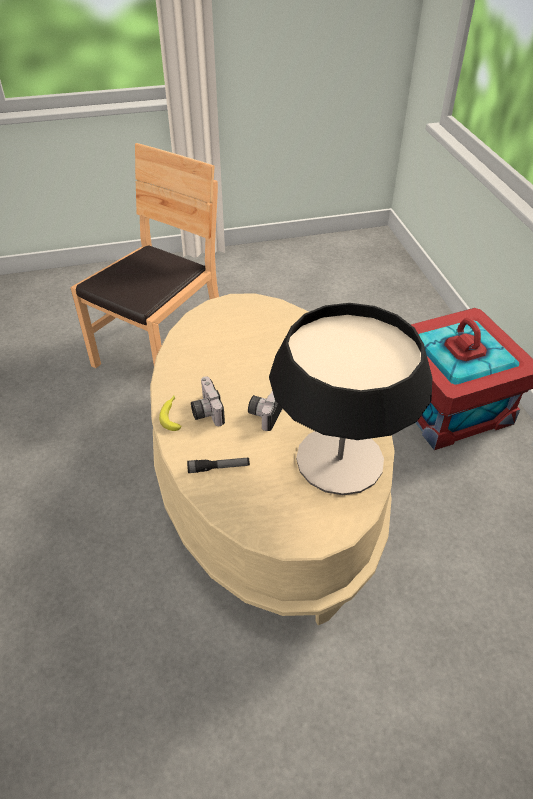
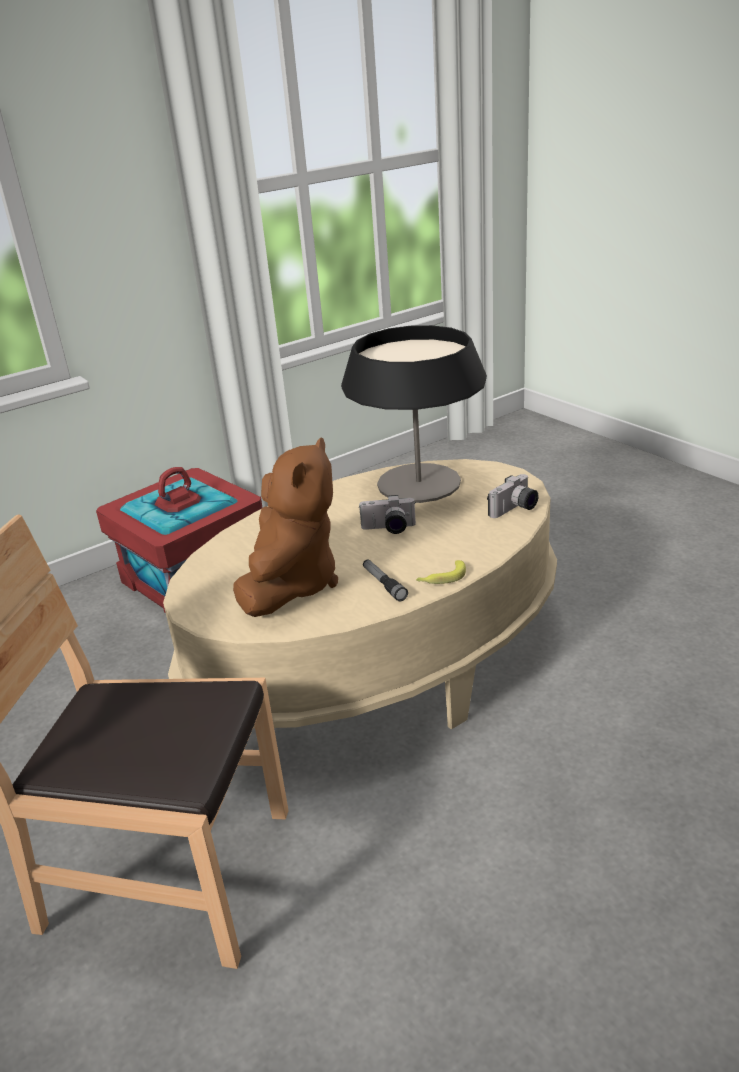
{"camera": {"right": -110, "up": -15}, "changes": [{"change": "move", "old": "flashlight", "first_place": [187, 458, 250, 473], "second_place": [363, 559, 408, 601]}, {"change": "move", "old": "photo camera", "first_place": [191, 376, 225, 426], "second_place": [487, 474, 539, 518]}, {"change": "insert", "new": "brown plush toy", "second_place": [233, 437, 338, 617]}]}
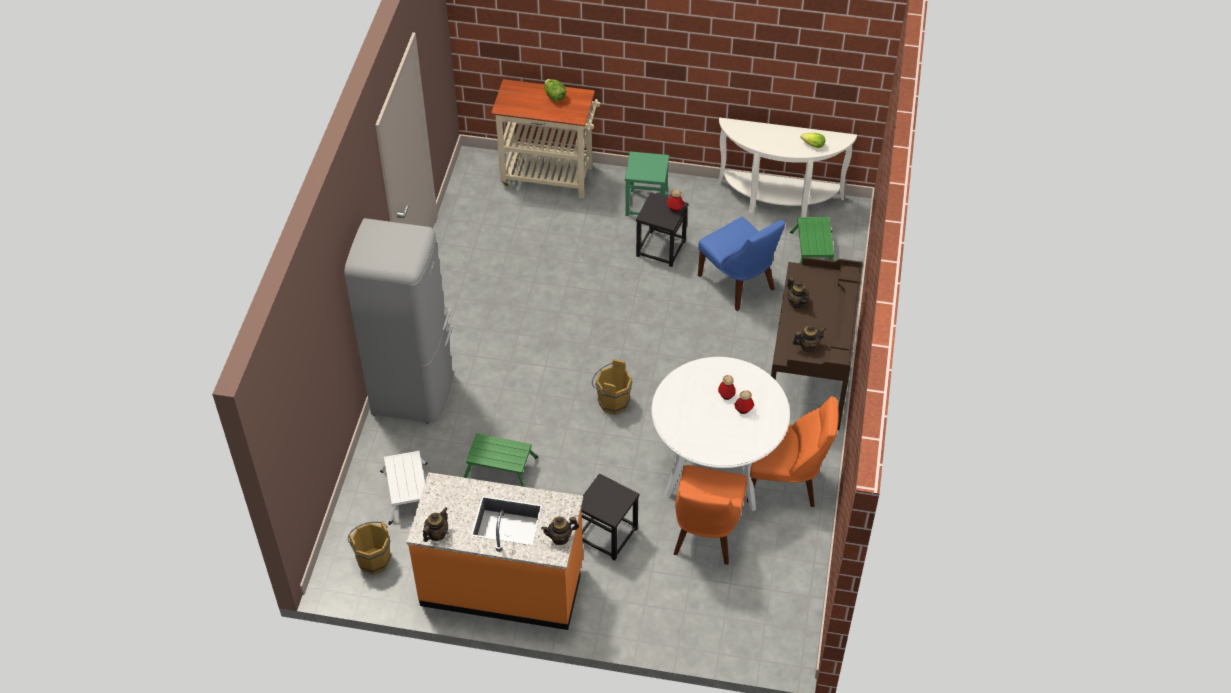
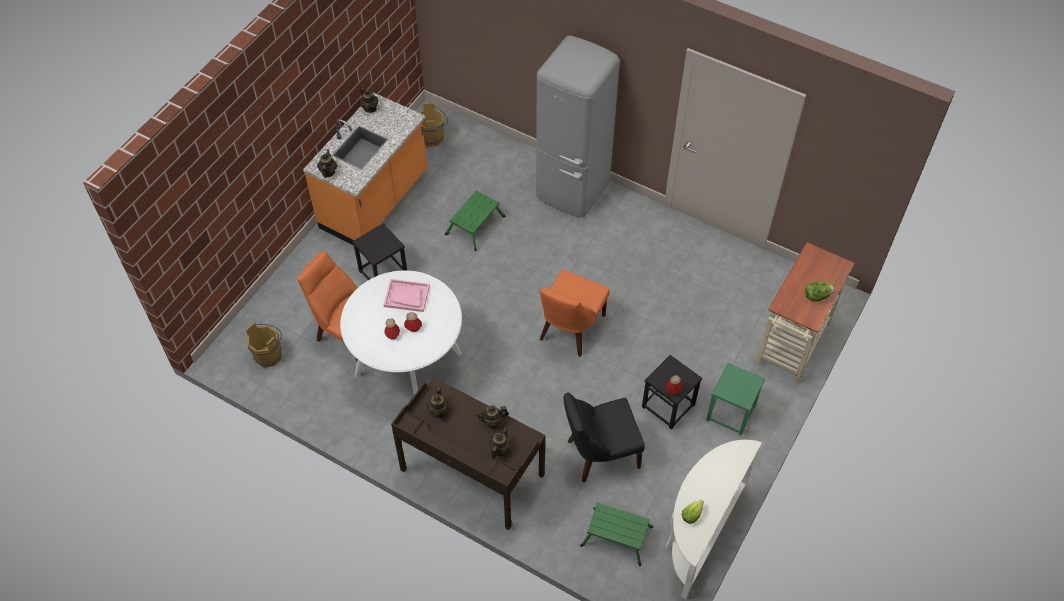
{"camera": {"right": 110, "up": 5}, "changes": [{"change": "delete", "old": "white step ladder", "first_place": [380, 451, 428, 525]}, {"change": "move", "old": "brown bucket", "first_place": [592, 359, 633, 415], "second_place": [246, 322, 282, 368]}, {"change": "recolor", "old": "blue chair", "new": "black chair", "first_place": [698, 217, 785, 311], "second_place": [563, 392, 645, 482]}, {"change": "move", "old": "orange chair", "first_place": [747, 396, 839, 507], "second_place": [540, 270, 609, 357]}, {"change": "insert", "new": "pink tray", "second_place": [383, 279, 430, 312]}, {"change": "insert", "new": "teapot", "second_place": [489, 426, 511, 459]}]}
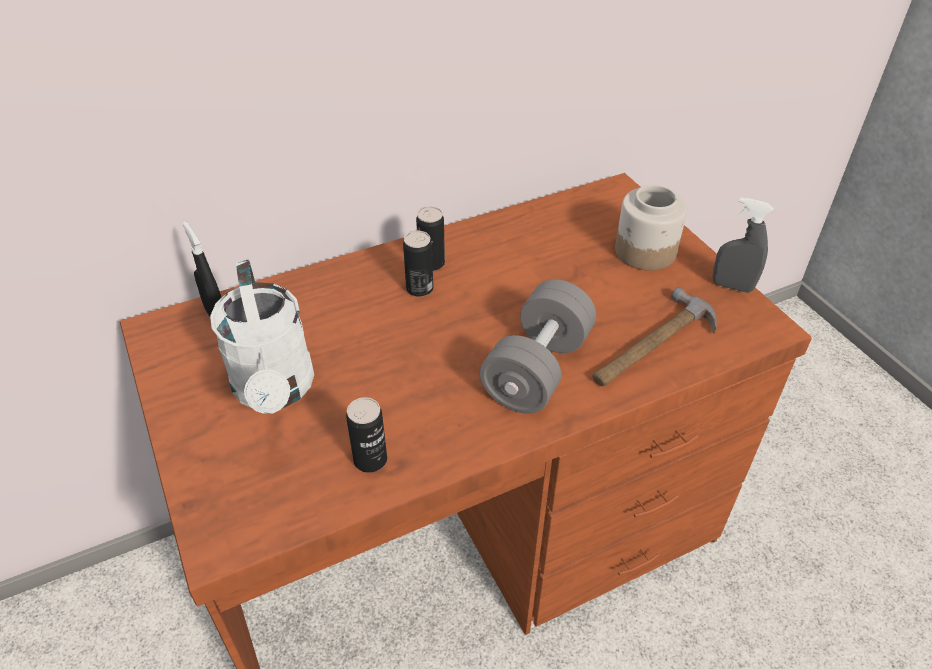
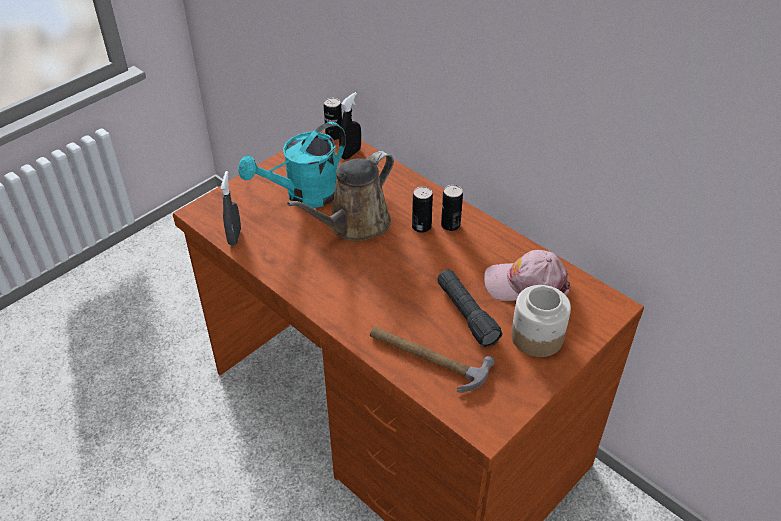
{"camera": {"right": 70, "up": 0}, "changes": [{"change": "recolor", "old": "white watering can", "new": "turquoise watering can", "first_place": [210, 259, 314, 414], "second_place": [238, 122, 346, 208]}, {"change": "move", "old": "can", "first_place": [346, 397, 387, 473], "second_place": [324, 98, 342, 140]}, {"change": "delete", "old": "grey dumbbell", "first_place": [480, 280, 596, 414]}, {"change": "move", "old": "grey spray bottle", "first_place": [712, 197, 773, 293], "second_place": [221, 171, 241, 246]}, {"change": "insert", "new": "brown watering can", "second_place": [287, 151, 394, 241]}, {"change": "insert", "new": "black flashlight", "second_place": [437, 270, 502, 347]}, {"change": "insert", "new": "pink cap", "second_place": [484, 250, 570, 301]}]}
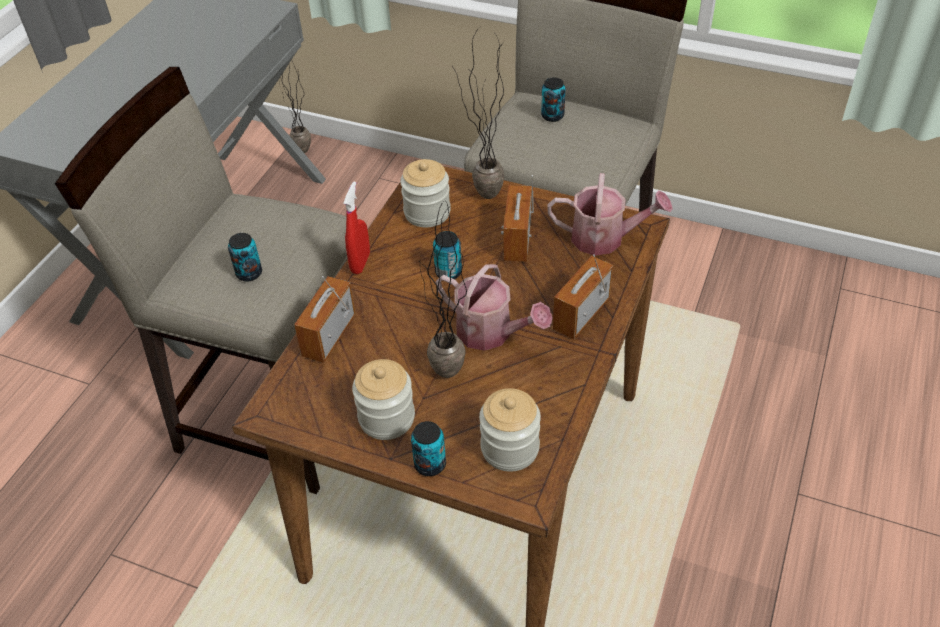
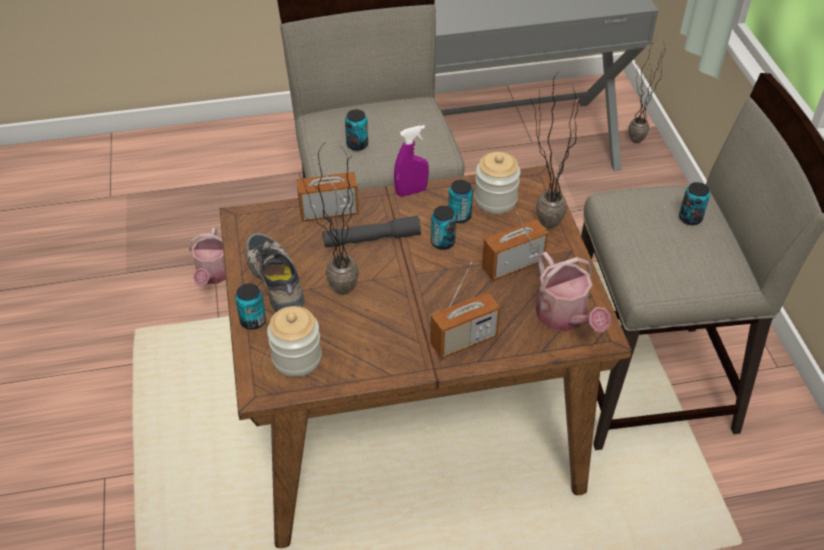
{"camera": {"right": 55, "up": 0}, "changes": [{"change": "recolor", "old": "red spray bottle", "new": "purple spray bottle", "first_place": [343, 181, 370, 274], "second_place": [394, 125, 429, 197]}, {"change": "replace", "old": "jar", "new": "shoe", "first_place": [352, 359, 415, 440], "second_place": [245, 233, 304, 312]}, {"change": "move", "old": "watering can", "first_place": [436, 264, 553, 351], "second_place": [189, 228, 226, 286]}, {"change": "rotate", "old": "radio", "first_place": [553, 254, 613, 339], "second_place": [430, 262, 500, 359], "degrees": 150}, {"change": "insert", "new": "grey flashlight", "second_place": [322, 215, 421, 248]}, {"change": "insert", "new": "can", "second_place": [448, 180, 473, 223]}]}
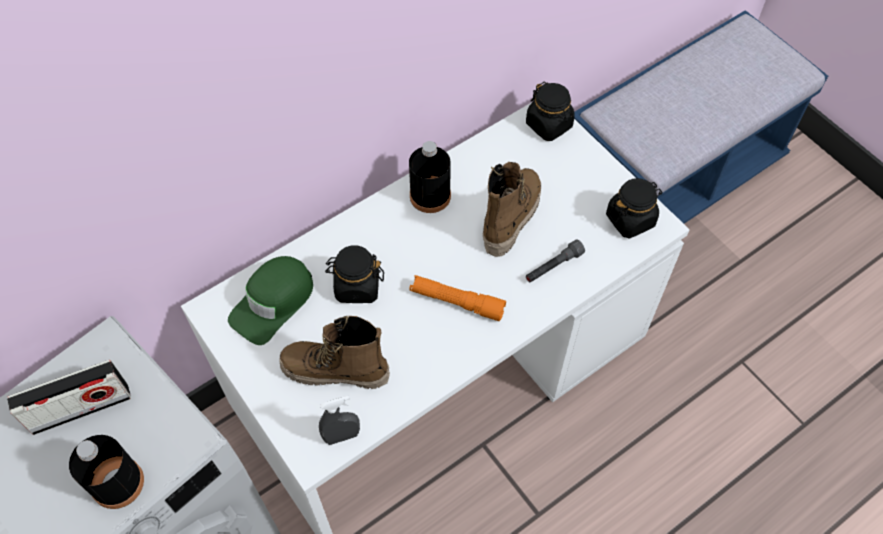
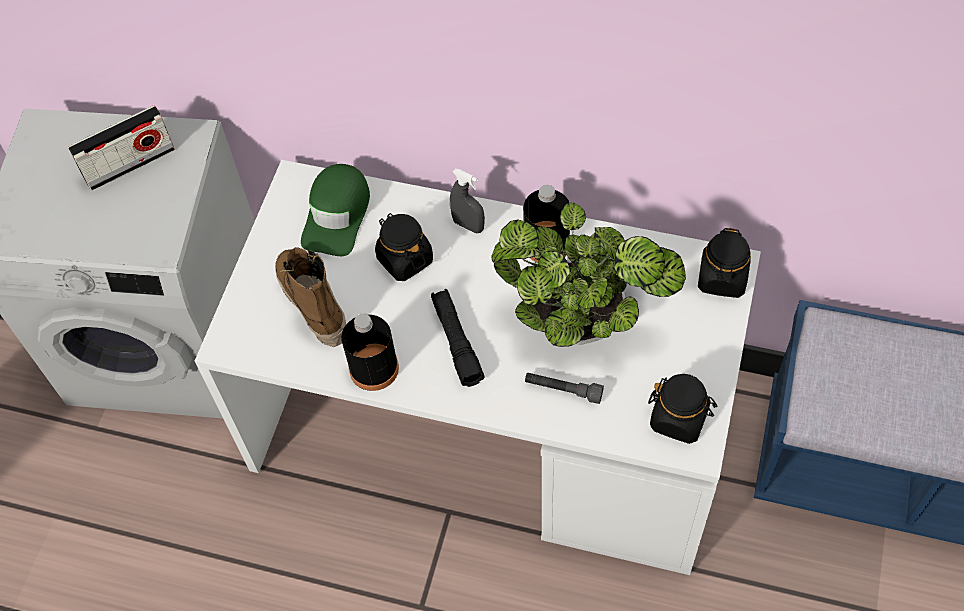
{"camera": {"right": 55, "up": 0}, "changes": [{"change": "rotate", "old": "radio", "first_place": [7, 360, 131, 435], "second_place": [68, 105, 175, 190], "degrees": -60}, {"change": "move", "old": "black bottle", "first_place": [69, 435, 144, 509], "second_place": [341, 313, 399, 391]}, {"change": "rotate", "old": "green cap", "first_place": [228, 256, 313, 345], "second_place": [301, 164, 370, 256], "degrees": -75}, {"change": "move", "old": "grey spray bottle", "first_place": [319, 396, 360, 445], "second_place": [450, 169, 485, 234]}, {"change": "recolor", "old": "orange flashlight", "new": "black flashlight", "first_place": [410, 275, 506, 321], "second_place": [431, 289, 485, 387]}, {"change": "replace", "old": "boot", "new": "potted plant", "first_place": [483, 162, 541, 257], "second_place": [491, 202, 686, 347]}]}
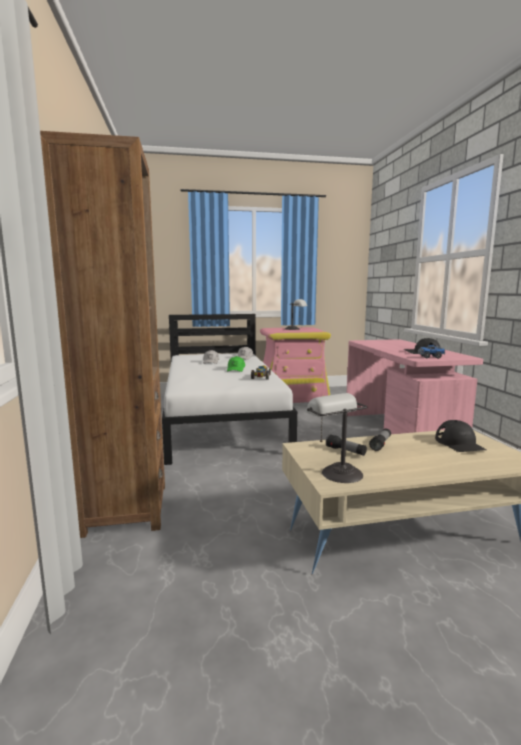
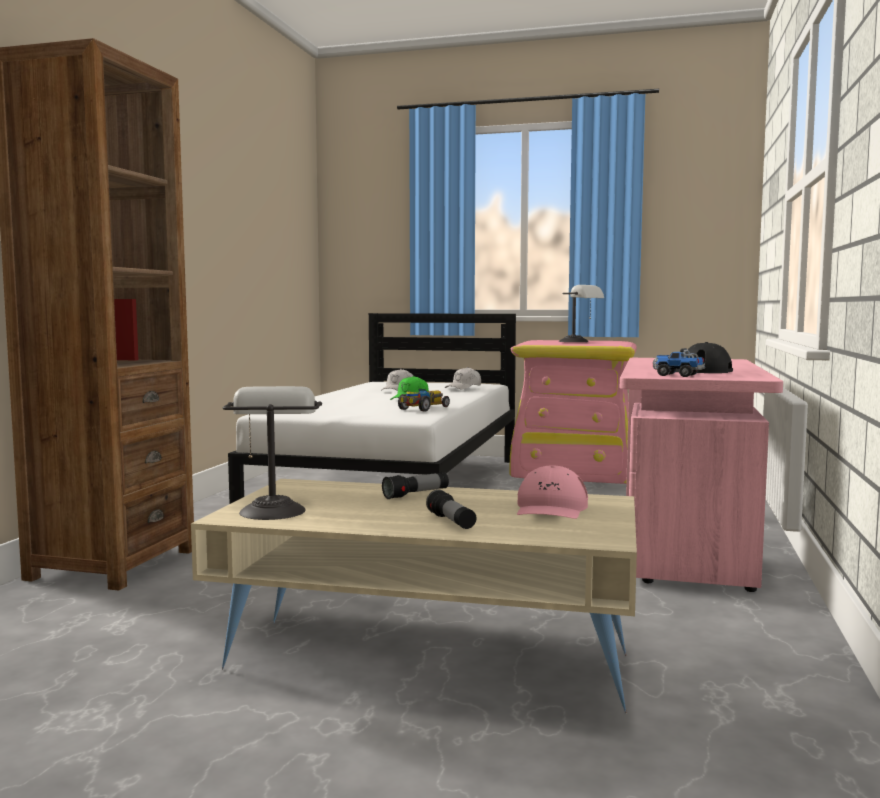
{"camera": {"right": 25, "up": -5}, "changes": [{"change": "move", "old": "flashlight", "first_place": [326, 434, 367, 456], "second_place": [426, 490, 476, 529]}, {"change": "recolor", "old": "black cap", "new": "pink cap", "first_place": [435, 420, 487, 452], "second_place": [517, 465, 588, 519]}]}
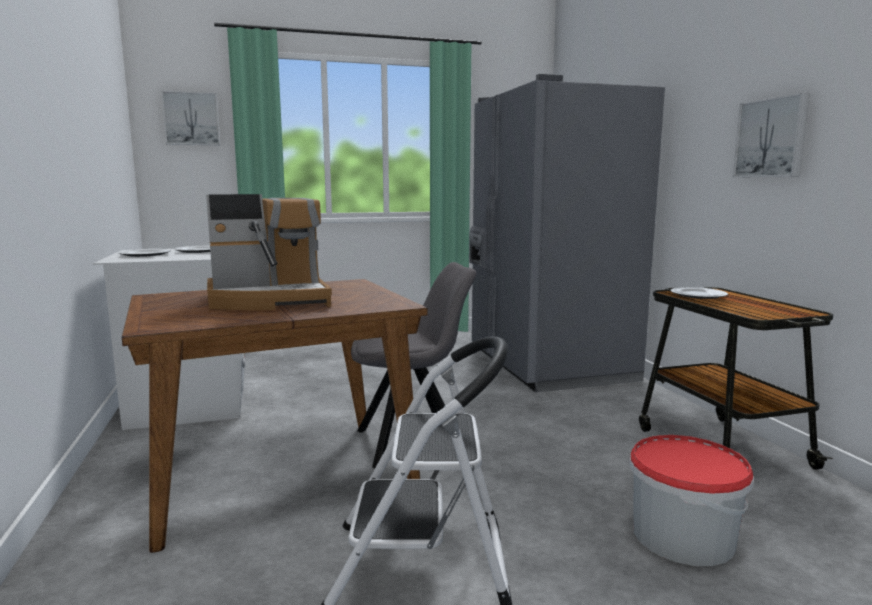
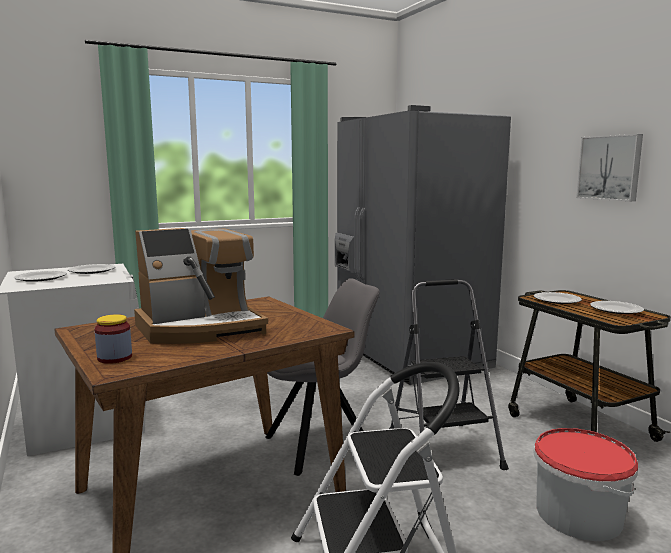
{"camera": {"right": -10, "up": 0}, "changes": [{"change": "delete", "old": "picture", "first_place": [161, 91, 220, 145]}, {"change": "insert", "new": "jar", "second_place": [95, 314, 132, 364]}, {"change": "insert", "new": "black step ladder", "second_place": [389, 279, 509, 470]}, {"change": "insert", "new": "plate", "second_place": [590, 301, 644, 314]}]}
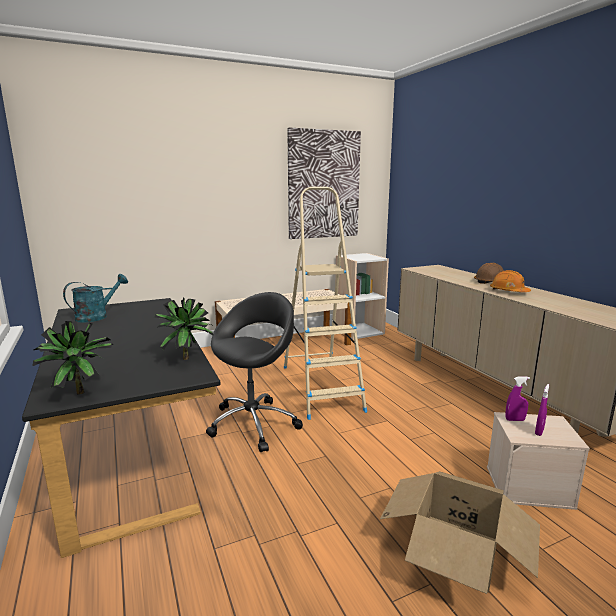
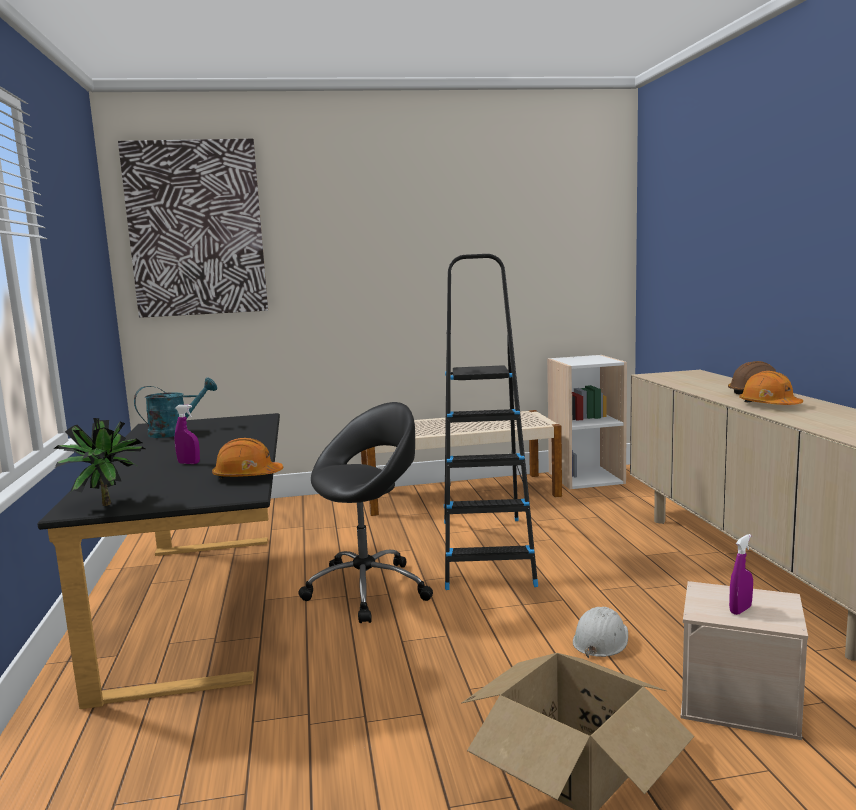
{"camera": {"right": 15, "up": -5}, "changes": [{"change": "replace", "old": "potted plant", "new": "orange hard hat", "first_place": [154, 298, 213, 360], "second_place": [212, 438, 284, 479]}, {"change": "recolor", "old": "beige step ladder", "new": "black step ladder", "first_place": [284, 187, 367, 420], "second_place": [444, 254, 538, 590]}, {"change": "move", "old": "picture", "first_place": [287, 127, 361, 239], "second_place": [118, 139, 268, 318]}, {"change": "move", "old": "purple spray bottle", "first_place": [505, 376, 530, 421], "second_place": [175, 405, 200, 464]}, {"change": "insert", "new": "white hard hat", "second_place": [573, 607, 628, 658]}]}
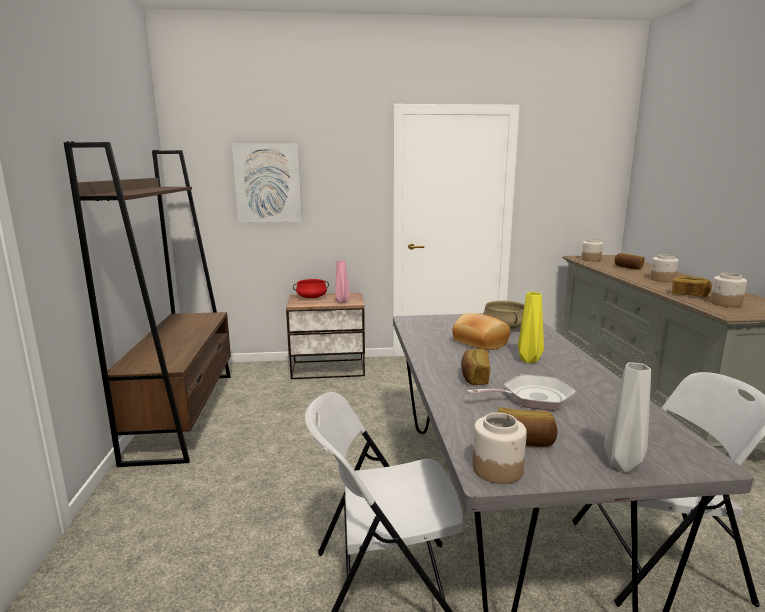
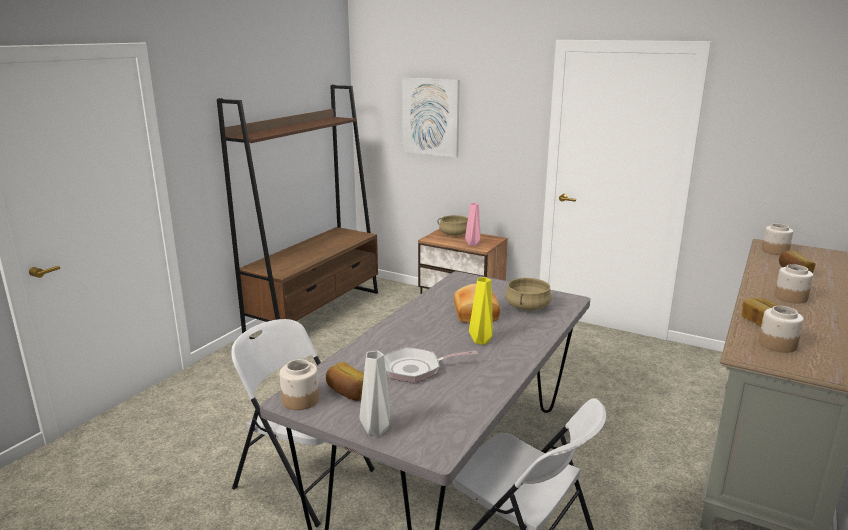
{"camera": {"right": 35, "up": 5}, "changes": [{"change": "recolor", "old": "red cooking pot", "new": "beige cooking pot", "first_place": [293, 279, 329, 298], "second_place": [437, 215, 468, 236]}, {"change": "delete", "old": "bread", "first_place": [461, 349, 490, 385]}, {"change": "rotate", "old": "frying pan", "first_place": [467, 374, 576, 411], "second_place": [384, 347, 478, 383], "degrees": 150}]}
